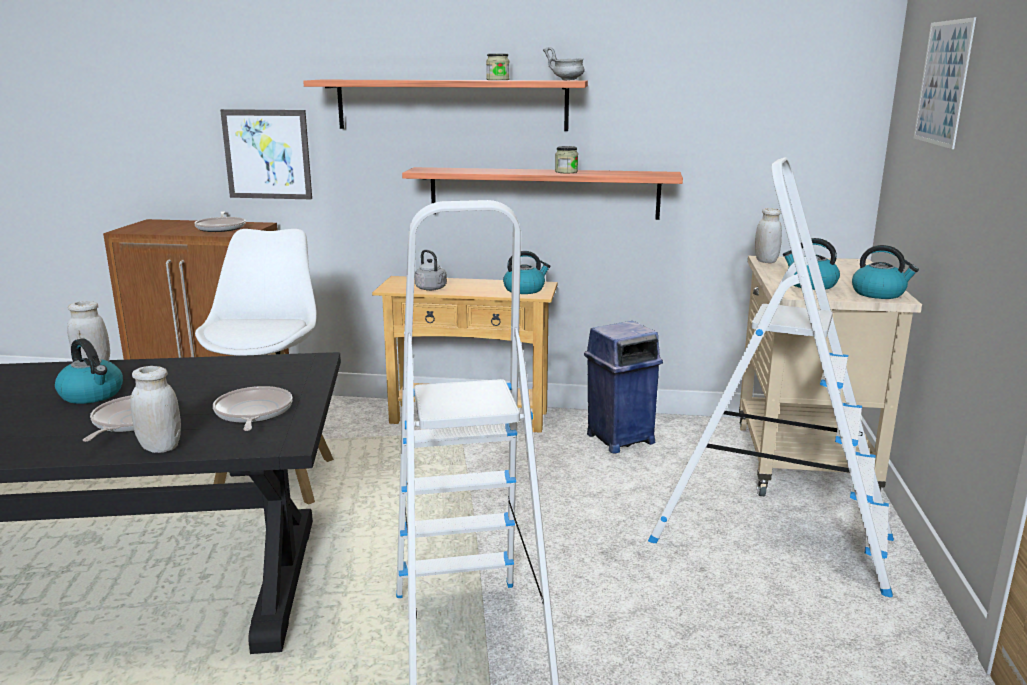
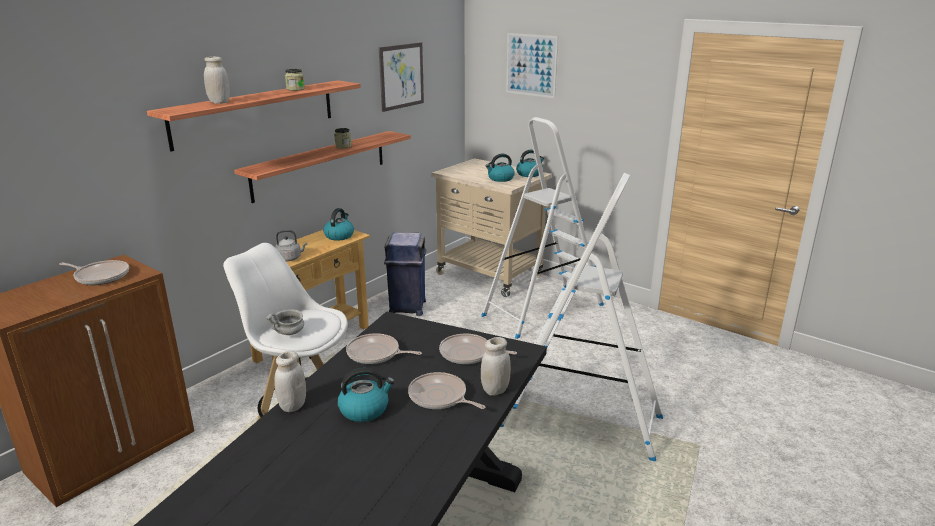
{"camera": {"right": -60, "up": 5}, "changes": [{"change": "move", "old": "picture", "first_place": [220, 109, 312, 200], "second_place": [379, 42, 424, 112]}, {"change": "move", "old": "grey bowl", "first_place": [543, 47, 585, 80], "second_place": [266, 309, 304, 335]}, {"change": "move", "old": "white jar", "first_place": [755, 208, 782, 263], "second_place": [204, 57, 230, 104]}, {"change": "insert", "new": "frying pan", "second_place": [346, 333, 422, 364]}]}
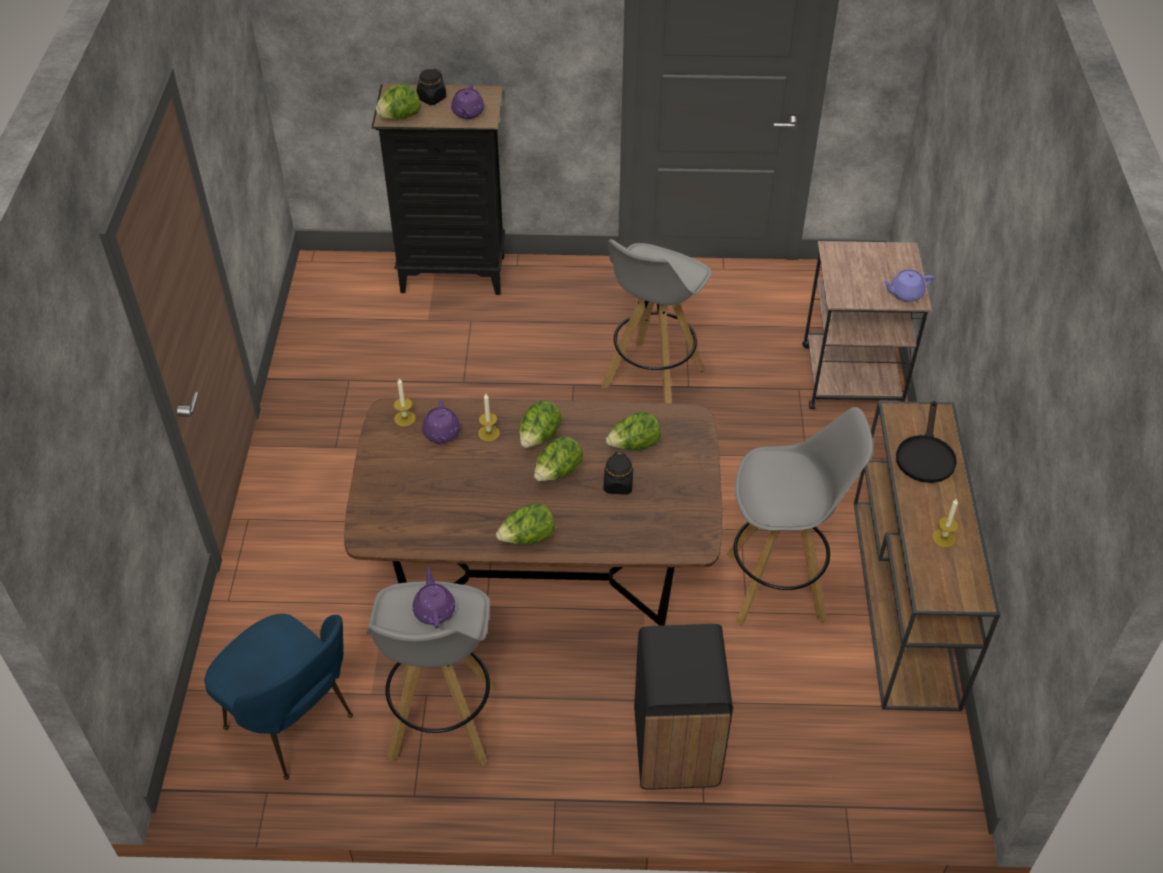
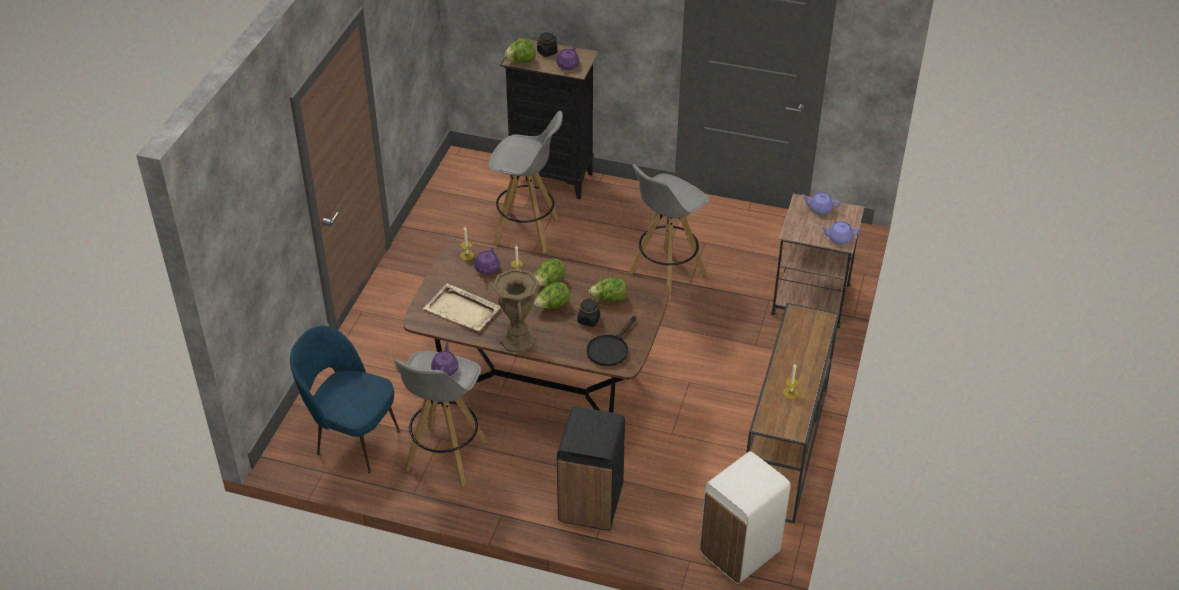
{"camera": {"right": 15, "up": -5}, "changes": [{"change": "rotate", "old": "blue chair", "first_place": [204, 614, 353, 780], "second_place": [290, 326, 400, 473], "degrees": 150}, {"change": "replace", "old": "lettuce", "new": "brown vase", "first_place": [496, 503, 555, 544], "second_place": [492, 269, 539, 353]}, {"change": "move", "old": "grey stool", "first_place": [726, 407, 874, 626], "second_place": [489, 111, 563, 254]}, {"change": "move", "old": "black frying pan", "first_place": [896, 401, 957, 483], "second_place": [587, 316, 636, 366]}, {"change": "insert", "new": "beige tray", "second_place": [423, 284, 501, 331]}, {"change": "insert", "new": "white trash can", "second_place": [700, 451, 791, 584]}, {"change": "insert", "new": "purple teapot", "second_place": [802, 192, 840, 215]}]}
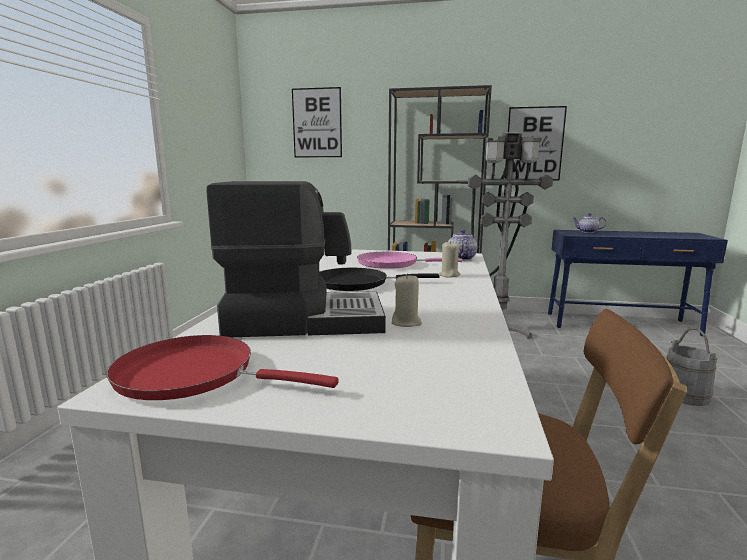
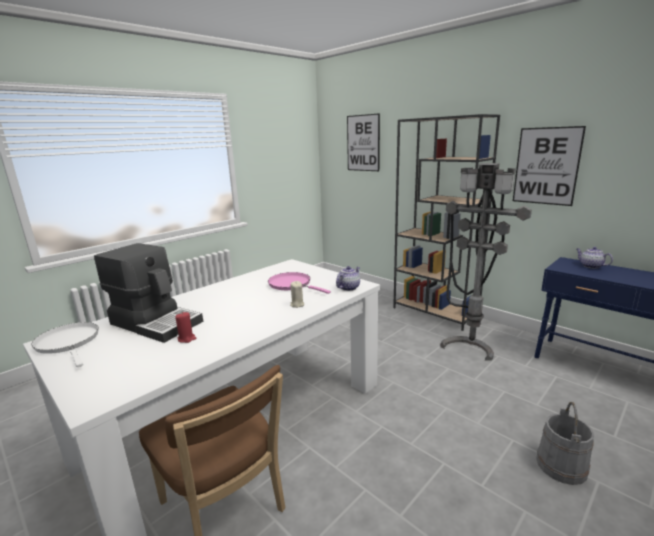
{"camera": {"right": 35, "up": 5}, "changes": [{"change": "recolor", "old": "red frying pan", "new": "white frying pan", "first_place": [106, 335, 339, 400], "second_place": [31, 322, 99, 367]}, {"change": "delete", "old": "black frying pan", "first_place": [319, 268, 439, 291]}, {"change": "recolor", "old": "beige candle", "new": "red candle", "first_place": [392, 273, 422, 327], "second_place": [175, 312, 196, 343]}]}
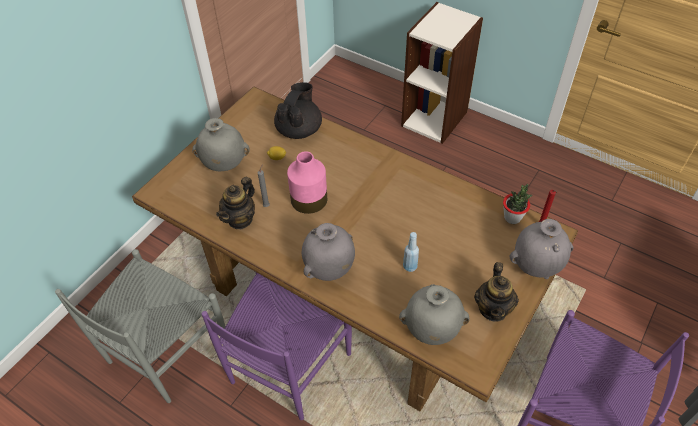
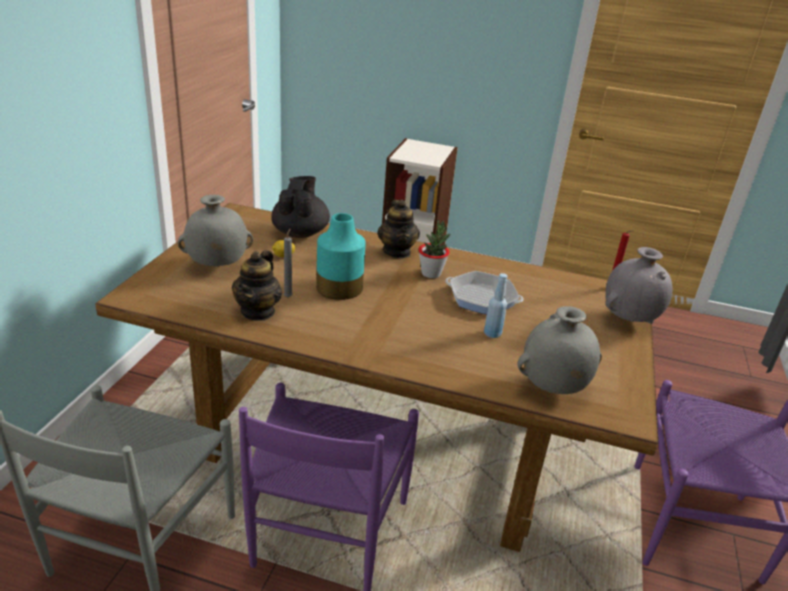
{"camera": {"right": -20, "up": -20}, "changes": [{"change": "recolor", "old": "pink vase", "new": "turquoise vase", "first_place": [287, 151, 327, 214], "second_place": [316, 213, 366, 300]}, {"change": "delete", "old": "grey vase", "first_place": [302, 223, 355, 281]}, {"change": "move", "old": "teapot", "first_place": [474, 262, 519, 322], "second_place": [377, 199, 420, 258]}, {"change": "move", "old": "potted plant", "first_place": [503, 184, 533, 224], "second_place": [418, 220, 451, 278]}, {"change": "insert", "new": "frying pan", "second_place": [445, 271, 524, 314]}]}
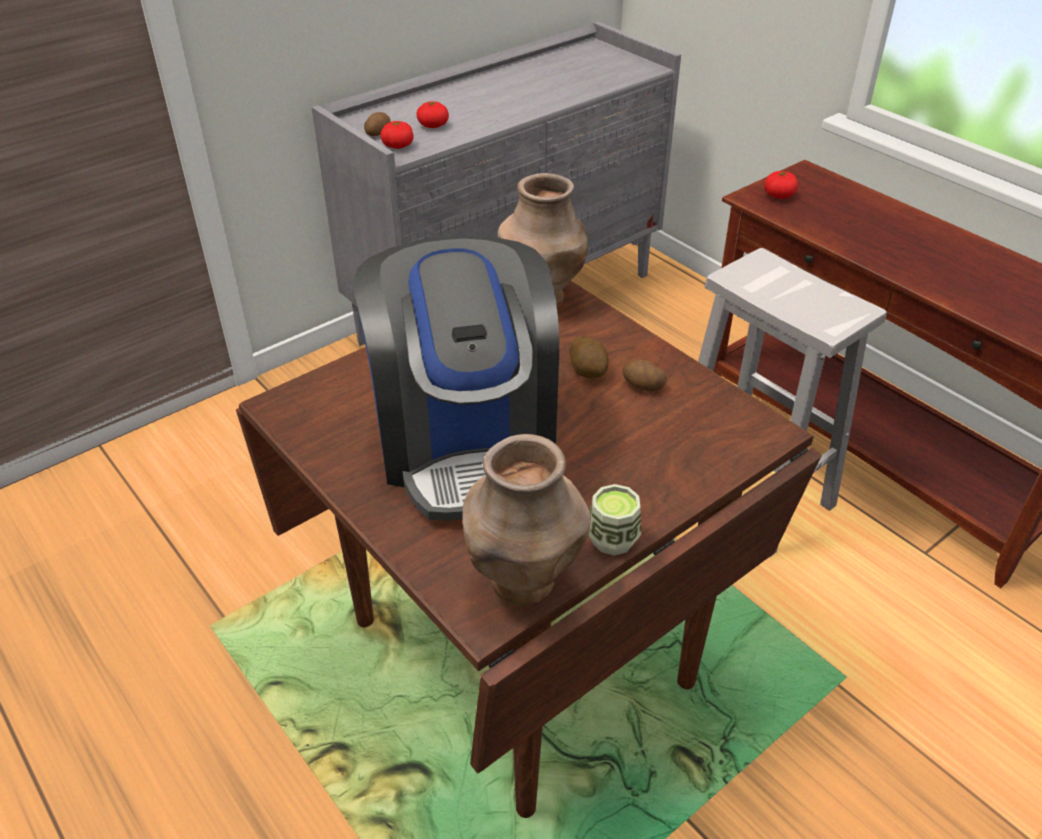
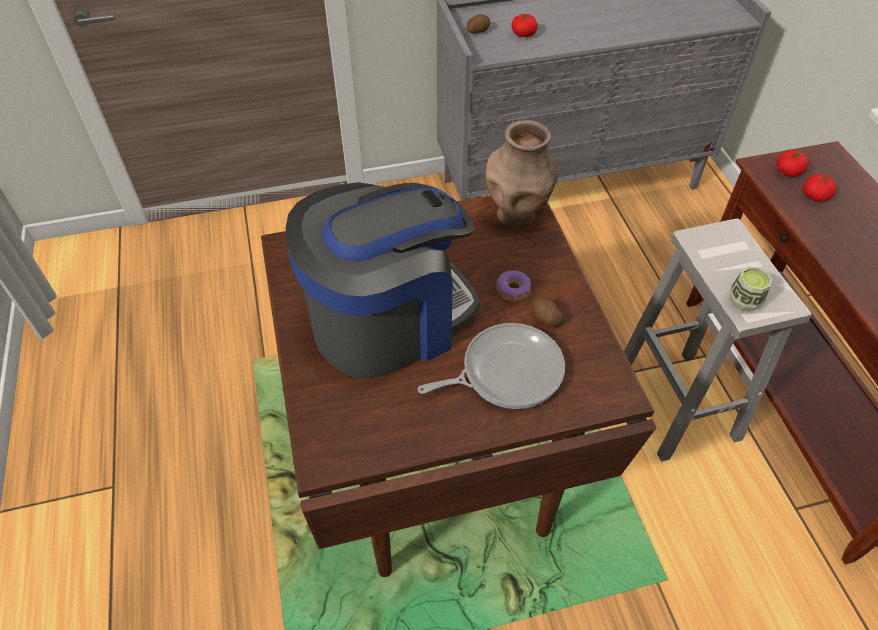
{"camera": {"right": 25, "up": 10}, "changes": [{"change": "rotate", "old": "coffee machine", "first_place": [353, 235, 559, 521], "second_place": [286, 182, 480, 379], "degrees": -135}, {"change": "move", "old": "tomato", "first_place": [380, 121, 414, 149], "second_place": [803, 174, 836, 202]}, {"change": "delete", "old": "brown vase", "first_place": [463, 434, 591, 607]}, {"change": "replace", "old": "potato", "new": "donut", "first_place": [569, 336, 609, 378], "second_place": [497, 271, 531, 302]}, {"change": "move", "old": "cup", "first_place": [588, 484, 641, 556], "second_place": [730, 267, 772, 311]}, {"change": "insert", "new": "frying pan", "second_place": [418, 323, 565, 409]}]}
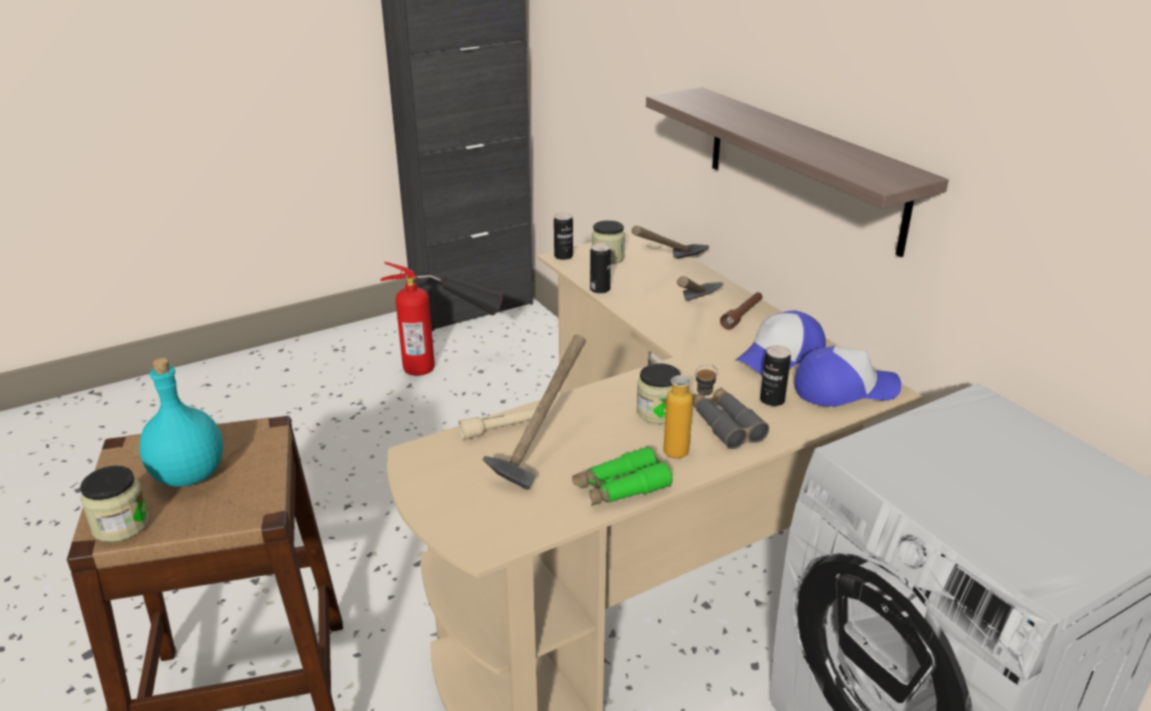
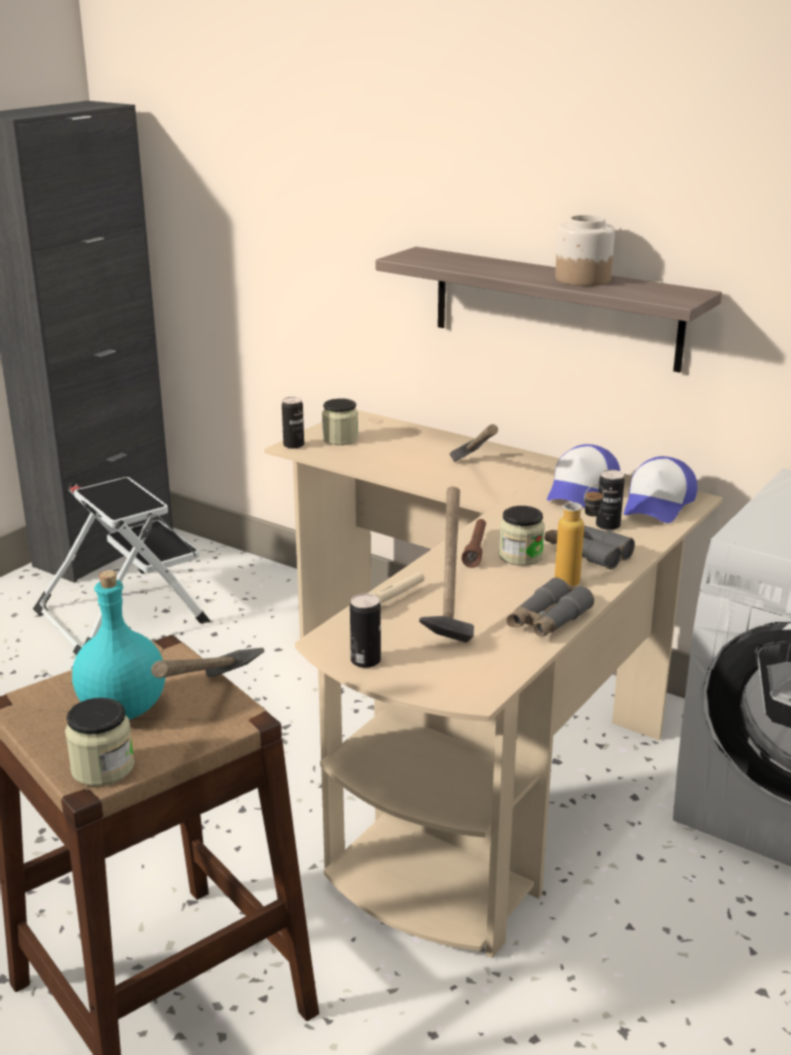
{"camera": {"right": -25, "up": -5}, "changes": [{"change": "replace", "old": "fire extinguisher", "new": "step ladder", "first_place": [380, 262, 503, 376], "second_place": [33, 477, 210, 655]}, {"change": "recolor", "old": "green binoculars", "new": "grey binoculars", "first_place": [572, 446, 673, 506], "second_place": [506, 577, 594, 638]}, {"change": "move", "old": "can", "first_place": [590, 243, 611, 294], "second_place": [350, 593, 381, 668]}, {"change": "move", "old": "hammer", "first_place": [631, 226, 709, 259], "second_place": [151, 648, 264, 678]}, {"change": "move", "old": "brown flashlight", "first_place": [720, 292, 762, 330], "second_place": [461, 519, 486, 568]}, {"change": "rotate", "old": "cap", "first_place": [794, 346, 901, 406], "second_place": [624, 456, 697, 523], "degrees": 150}, {"change": "insert", "new": "jar", "second_place": [555, 215, 615, 286]}]}
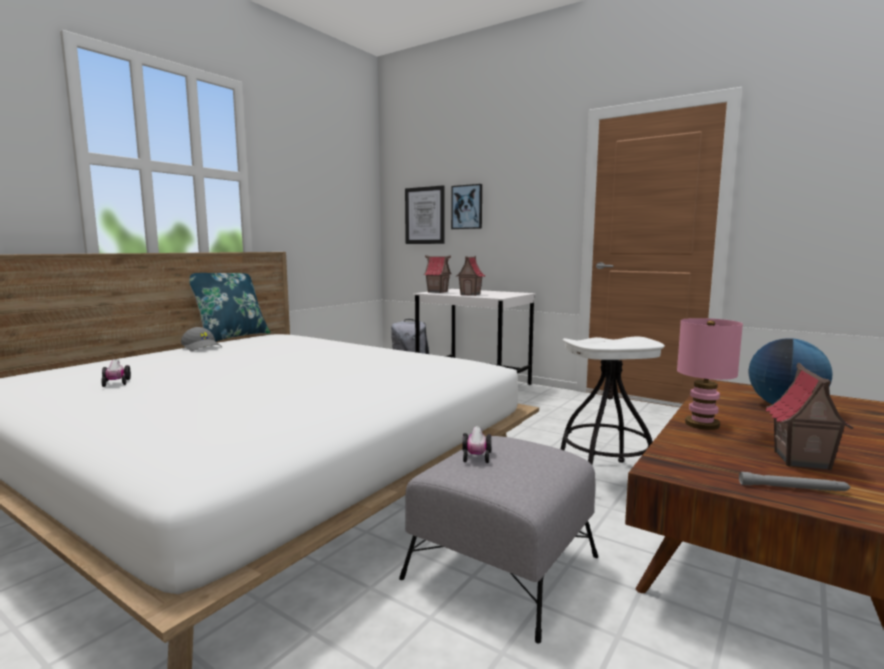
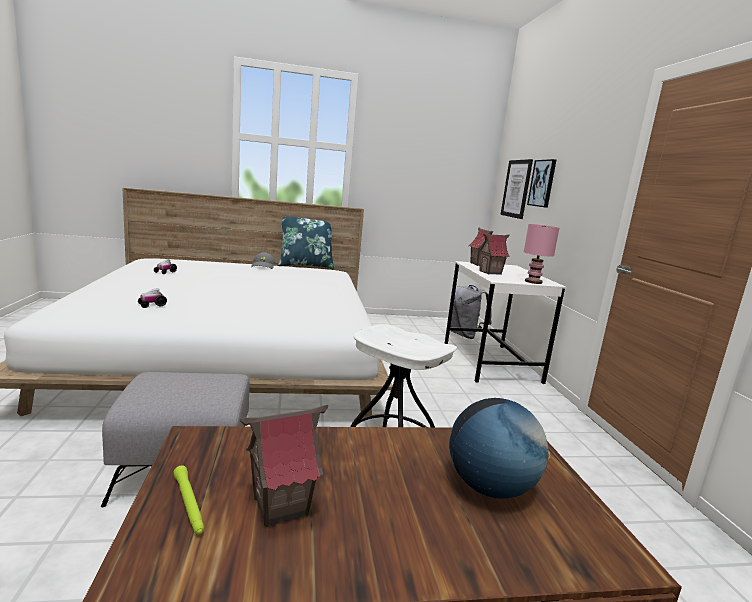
{"camera": {"right": 45, "up": 5}, "changes": [{"change": "move", "old": "toy car", "first_place": [463, 426, 491, 463], "second_place": [138, 288, 167, 308]}, {"change": "move", "old": "pink table lamp", "first_place": [677, 318, 743, 430], "second_place": [524, 224, 559, 284]}, {"change": "recolor", "old": "grey flashlight", "new": "green flashlight", "first_place": [739, 472, 850, 491], "second_place": [174, 466, 204, 534]}]}
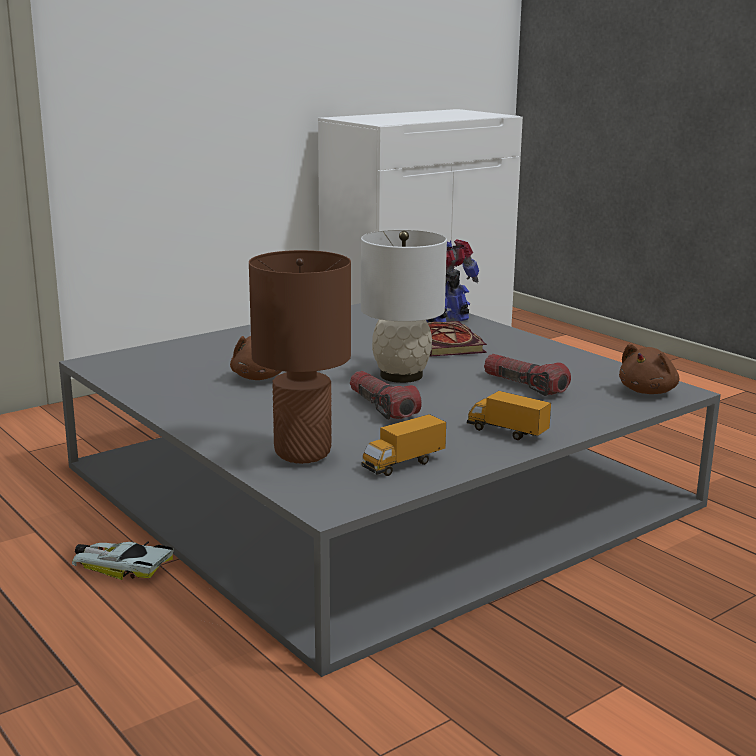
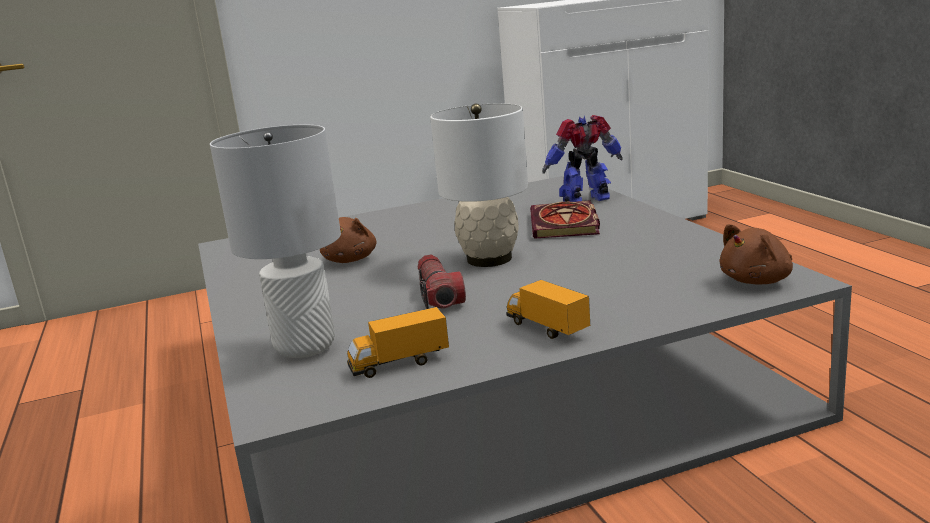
{"camera": {"right": 20, "up": 0}, "changes": [{"change": "delete", "old": "toy car", "first_place": [72, 541, 174, 580]}, {"change": "recolor", "old": "brown table lamp", "new": "grey table lamp", "first_place": [249, 250, 351, 464], "second_place": [210, 125, 341, 358]}, {"change": "delete", "old": "flashlight", "first_place": [484, 354, 571, 396]}]}
